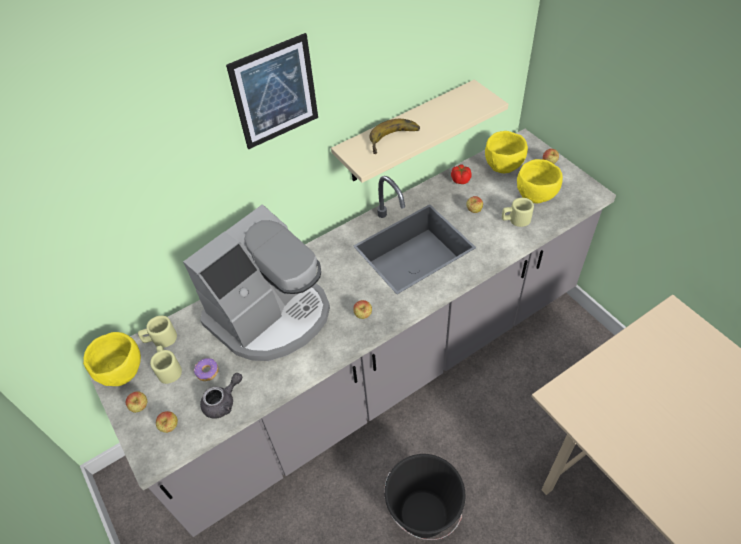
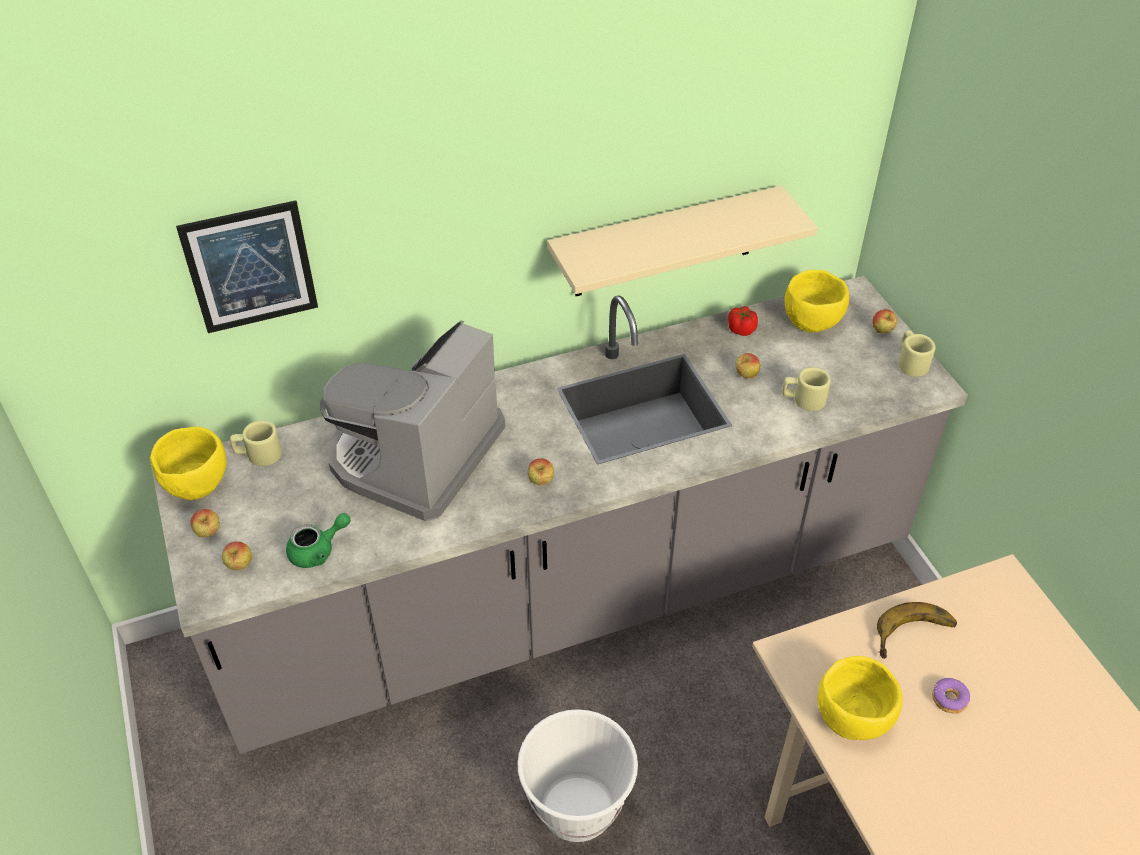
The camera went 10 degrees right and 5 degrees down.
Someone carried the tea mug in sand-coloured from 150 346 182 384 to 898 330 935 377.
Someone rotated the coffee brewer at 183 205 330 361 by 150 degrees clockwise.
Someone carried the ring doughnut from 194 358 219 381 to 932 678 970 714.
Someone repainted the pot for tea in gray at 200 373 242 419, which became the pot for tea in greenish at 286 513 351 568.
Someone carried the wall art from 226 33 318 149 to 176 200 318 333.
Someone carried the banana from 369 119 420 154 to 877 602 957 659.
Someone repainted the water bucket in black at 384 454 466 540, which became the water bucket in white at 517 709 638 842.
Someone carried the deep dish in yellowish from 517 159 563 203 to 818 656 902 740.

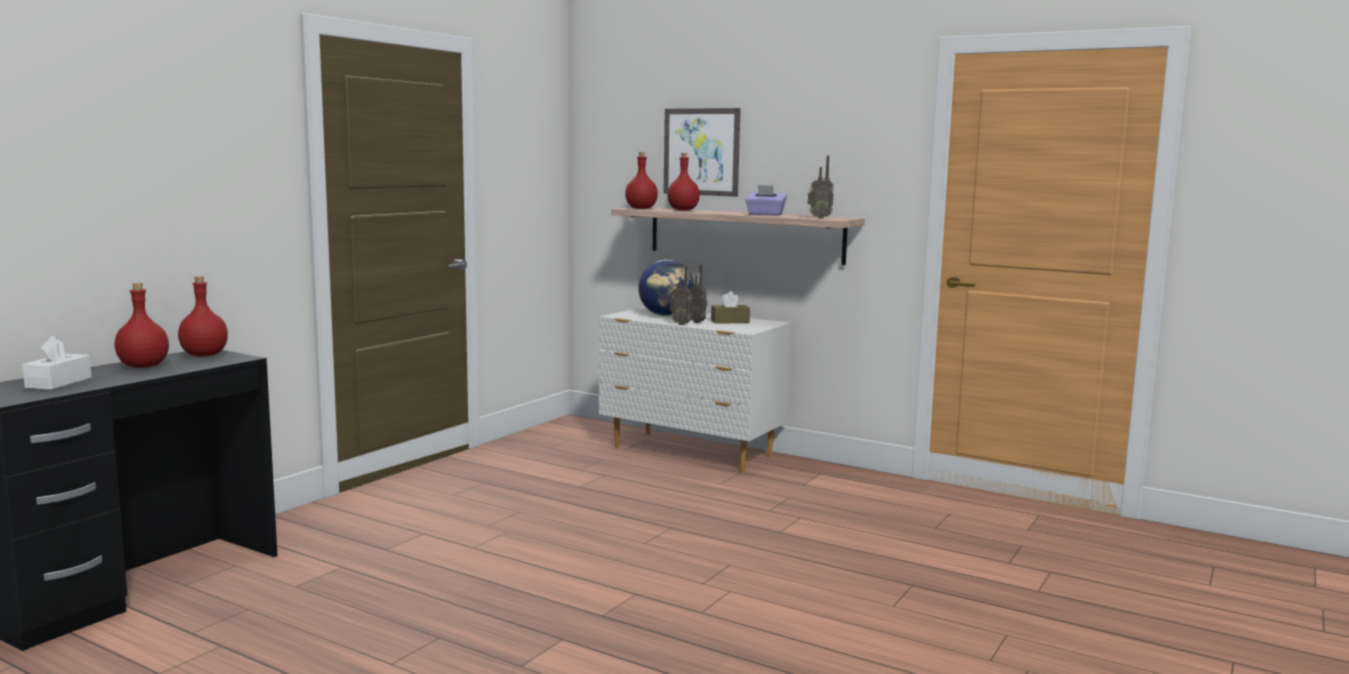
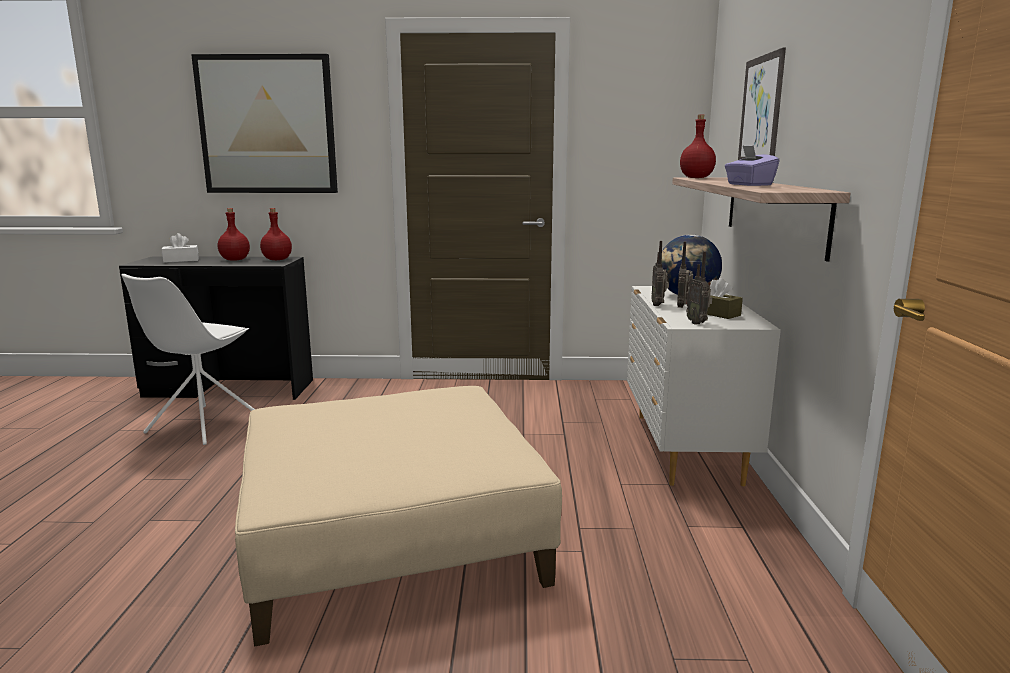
The camera went 60 degrees right and 5 degrees up.
Someone took away the bottle in reddish at 667 153 700 210.
Someone carried the radio set from 807 155 834 219 to 686 251 712 325.
Someone put down the plain chair in white at 121 274 255 445.
Someone put up the wall art at 191 54 338 193.
Someone put down the ottoman in sand-coloured at 235 386 562 646.

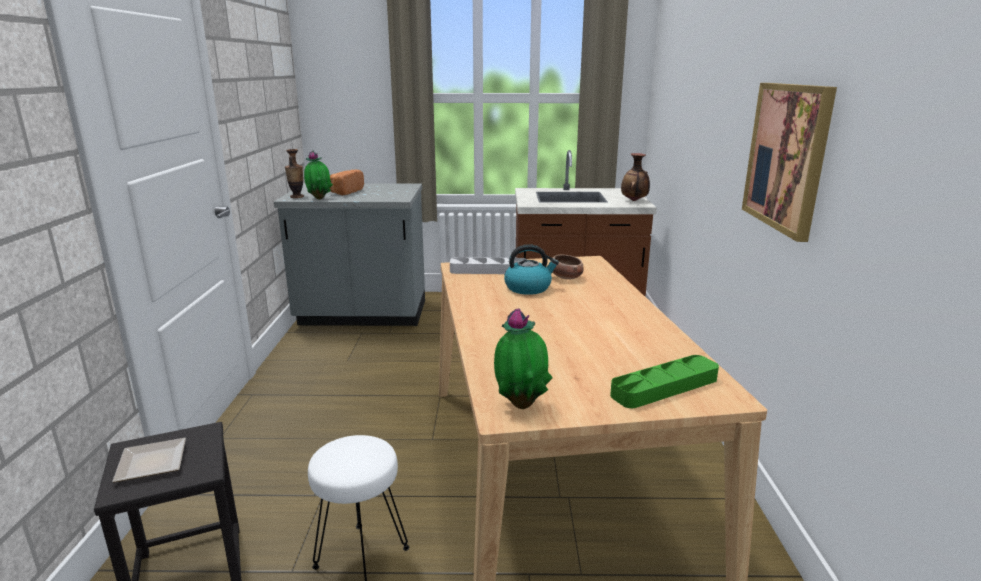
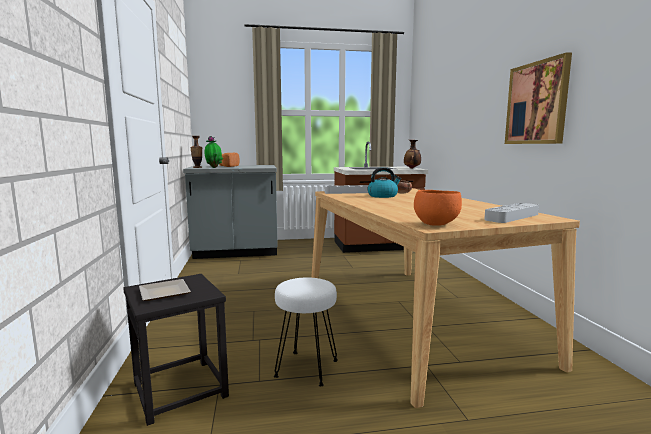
The camera went 10 degrees left and 10 degrees down.
Someone swapped the houseplant at 494 309 553 409 for the deep dish in orange-coloured at 414 190 462 226.
Someone repainted the tray in greenish at 610 355 719 408, which became the tray in gray at 484 203 539 223.

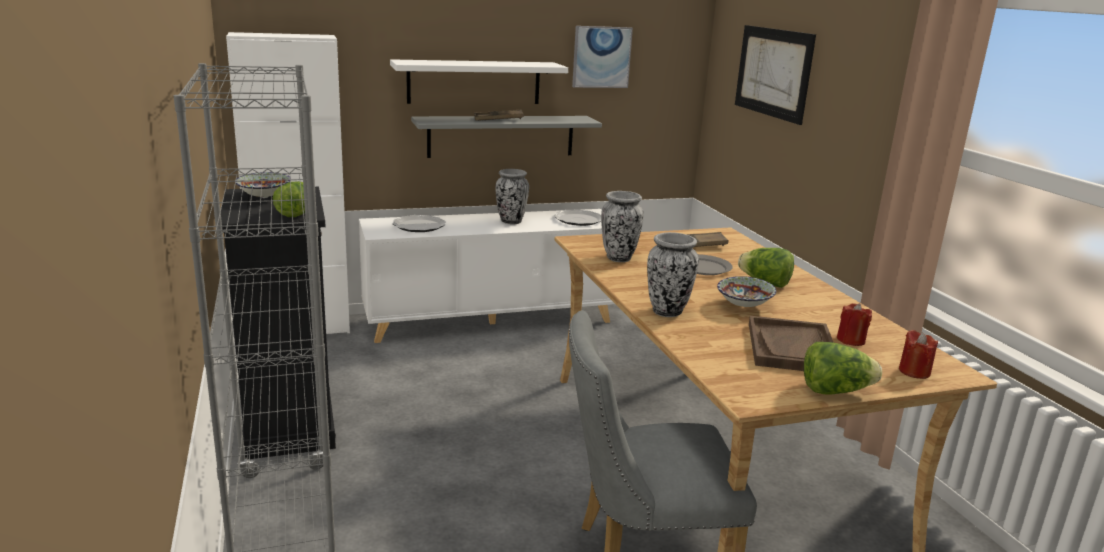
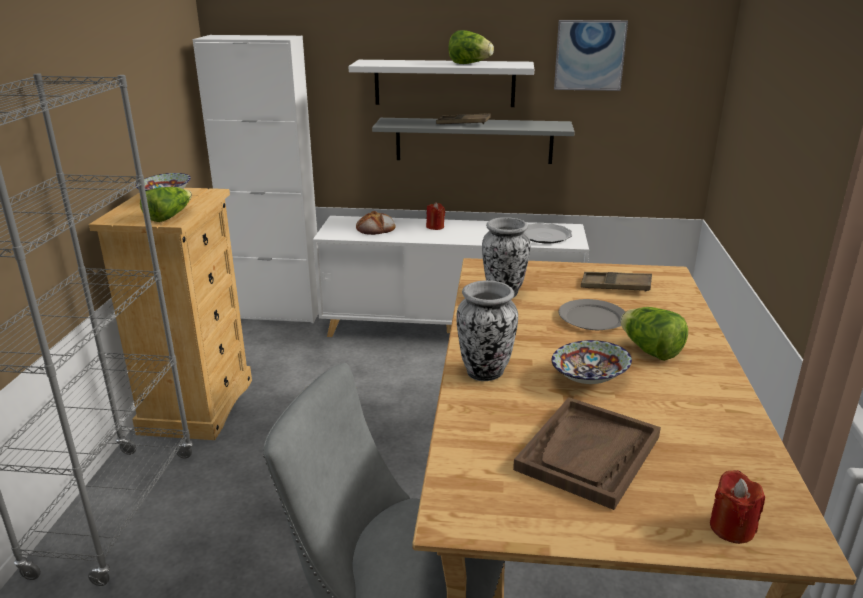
The camera went 25 degrees right and 5 degrees up.
Someone repainted the drawer chest in black at 221 187 336 459, which became the drawer chest in sand-coloured at 89 188 252 440.
Someone swapped the flat dish at 392 215 446 232 for the baked bread at 356 211 395 235.
Someone took away the vase at 495 169 529 224.
Someone took away the wall art at 735 25 816 125.
Someone carried the lettuce from 804 342 882 395 to 448 30 494 64.
Someone carried the candle in reddish from 837 303 872 346 to 426 202 445 230.

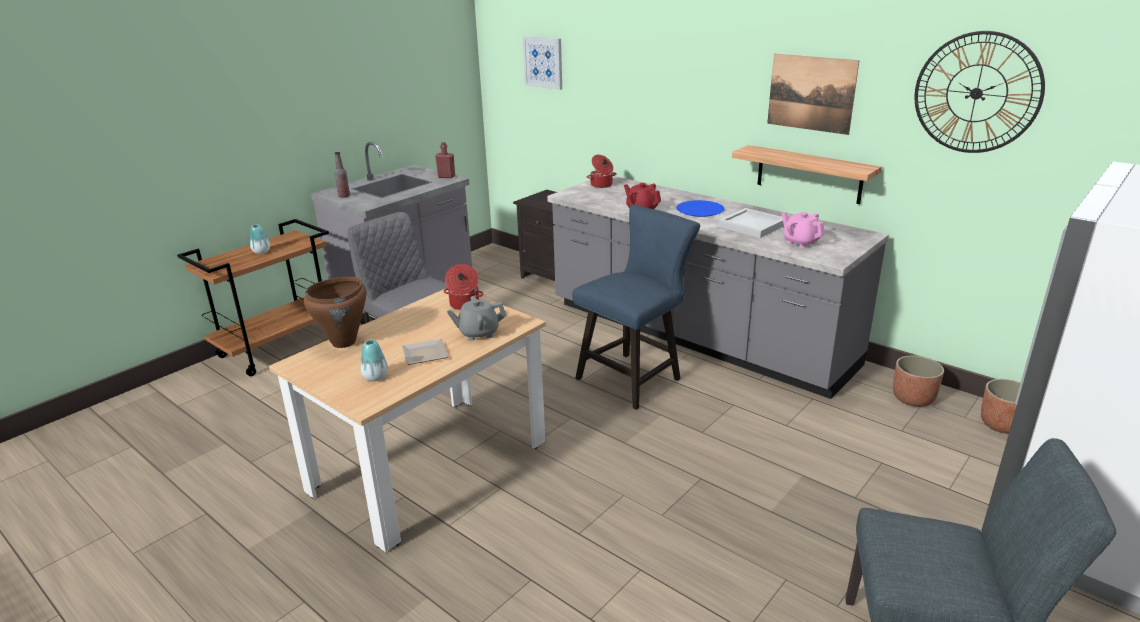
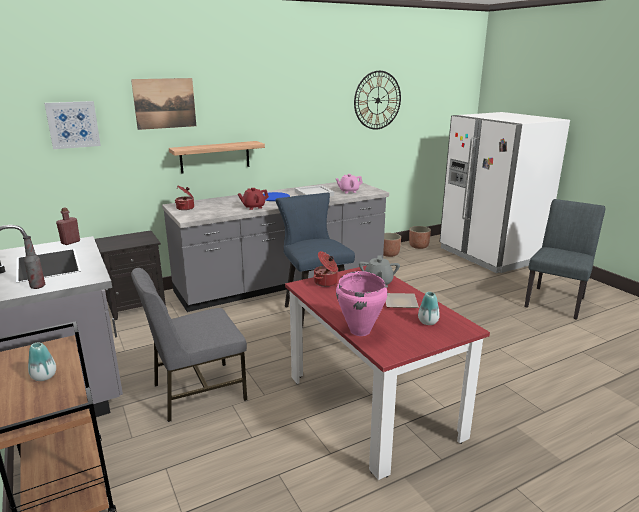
The camera went 70 degrees left and 5 degrees down.
Someone repainted the dining table in sand-coloured at 269 289 546 552, which became the dining table in reddish at 285 266 490 480.
Someone repainted the stockpot in brown-coloured at 304 277 366 348, which became the stockpot in pink at 336 271 388 336.
Someone carried the wall shelf from 732 145 882 204 to 169 141 265 174.
Someone carried the wall art from 767 54 859 135 to 131 78 196 130.

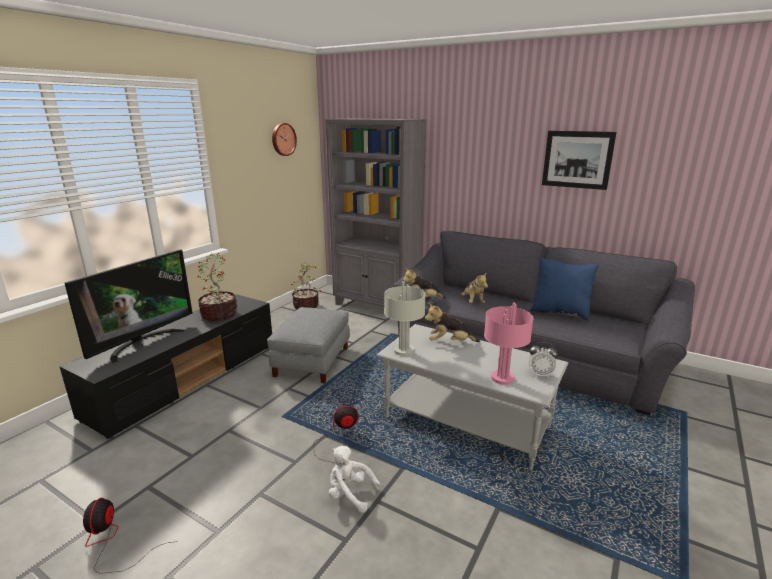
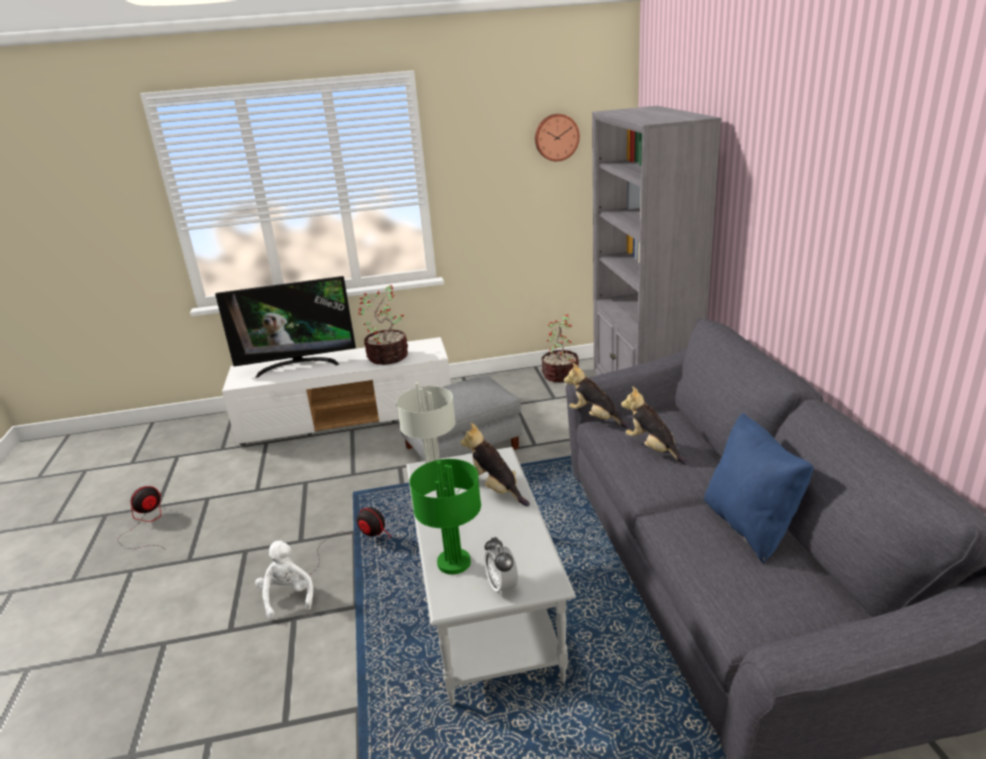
The camera went 50 degrees right and 5 degrees up.
Someone repainted the media console in black at 59 294 272 439, which became the media console in white at 222 337 451 445.
Someone rotated the soft toy at 461 272 488 303 by 105 degrees clockwise.
Someone repainted the tabletop lamp in pink at 484 303 534 385, which became the tabletop lamp in greenish at 409 459 481 574.
Someone took away the wall art at 542 131 616 190.

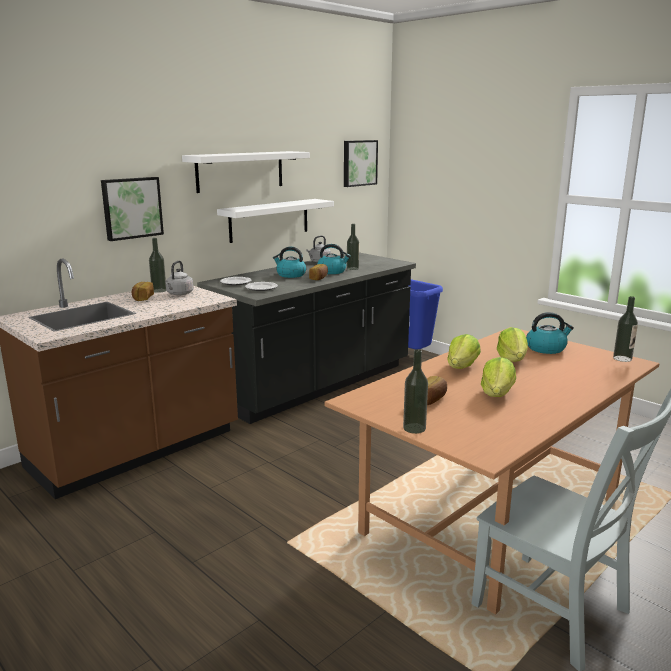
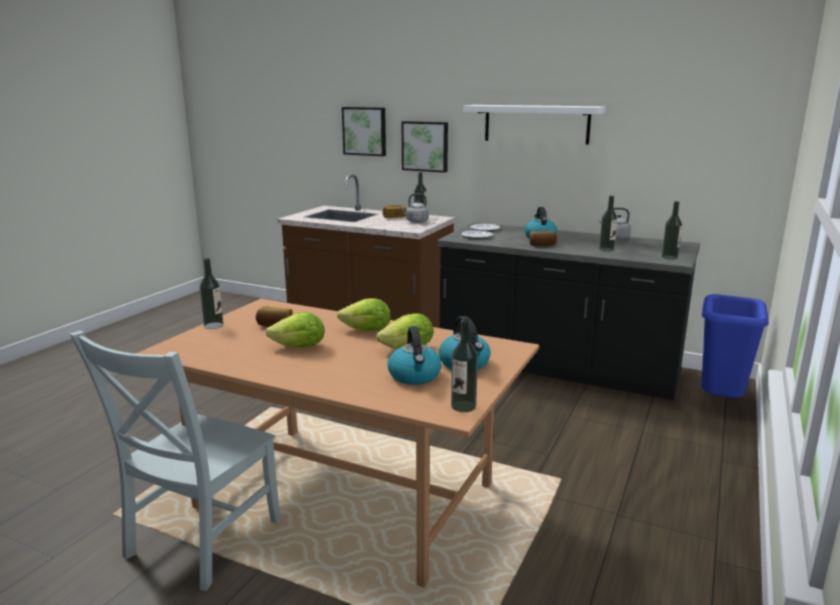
The camera went 70 degrees right and 0 degrees up.
Someone took away the wall shelf in white at 217 199 334 243.
Someone carried the tea kettle from 317 244 351 274 to 388 326 442 385.
Someone carried the wall art from 344 140 378 187 to 342 107 386 156.
Someone put down the bottle at 662 201 682 260.

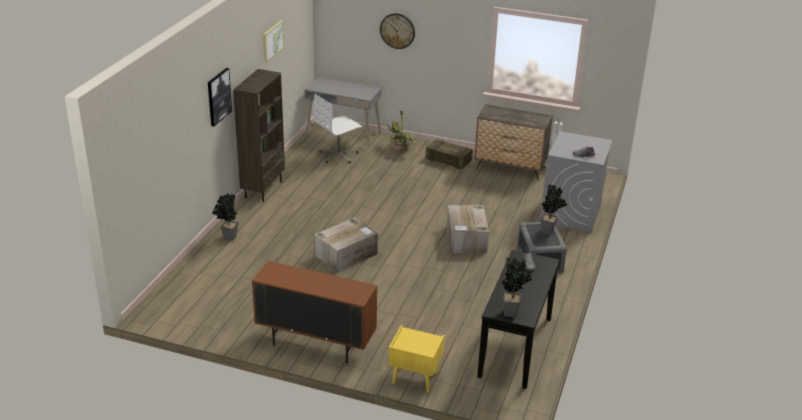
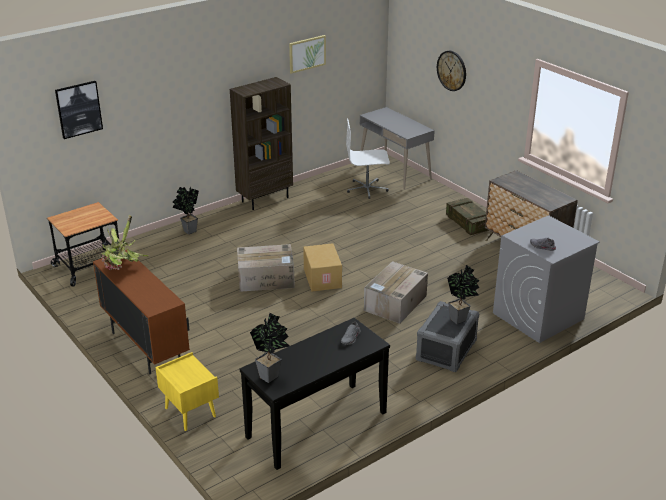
The camera went 35 degrees right and 0 degrees up.
Someone carried the wall art from 208 68 232 126 to 55 81 103 139.
Someone carried the houseplant from 387 111 417 151 to 101 215 149 270.
Someone put down the cart at 47 202 120 286.
Someone put down the carton at 303 243 342 292.

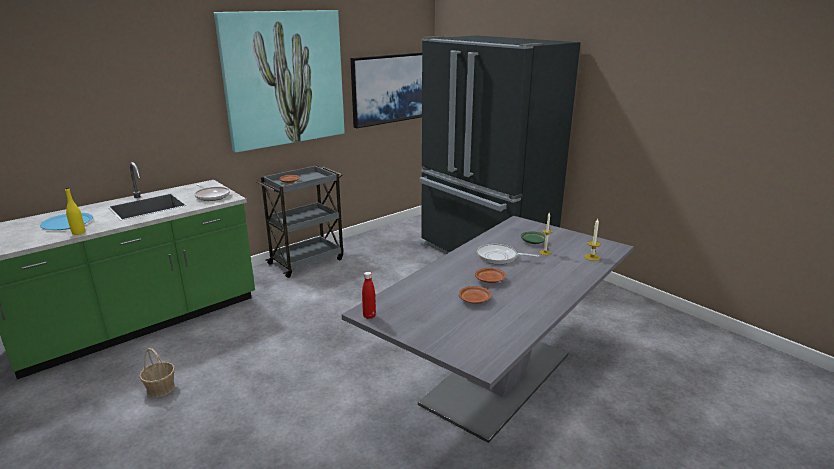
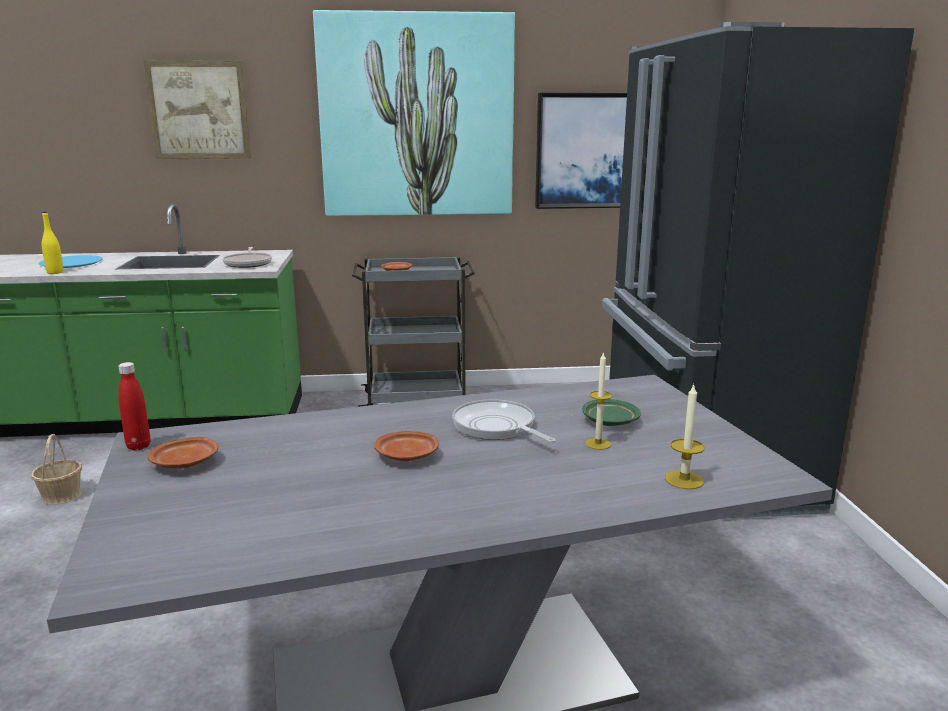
The camera went 35 degrees right and 5 degrees down.
Someone carried the flat dish in brown-coloured from 459 286 491 304 to 148 437 219 469.
Someone put up the wall art at 143 60 251 159.

